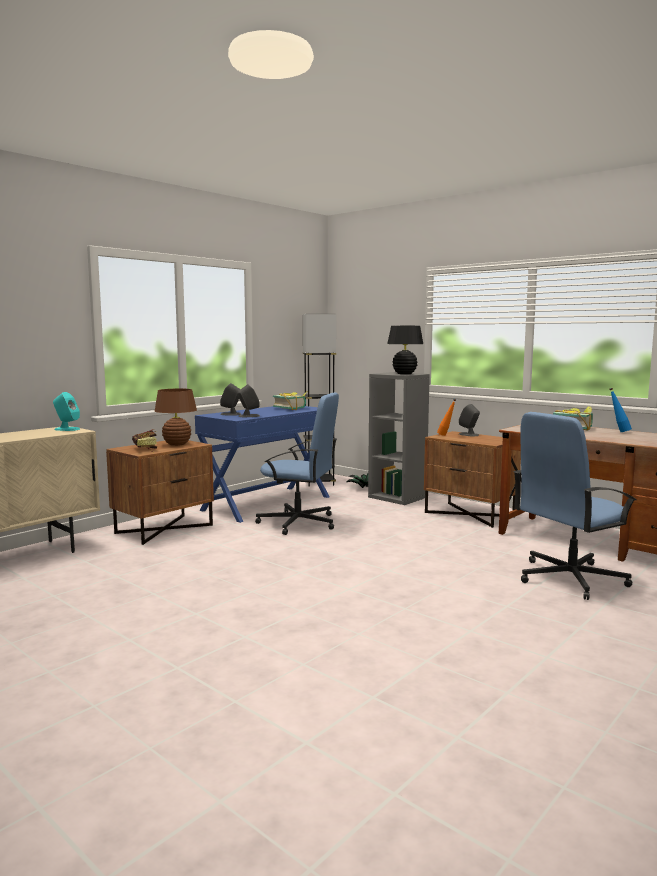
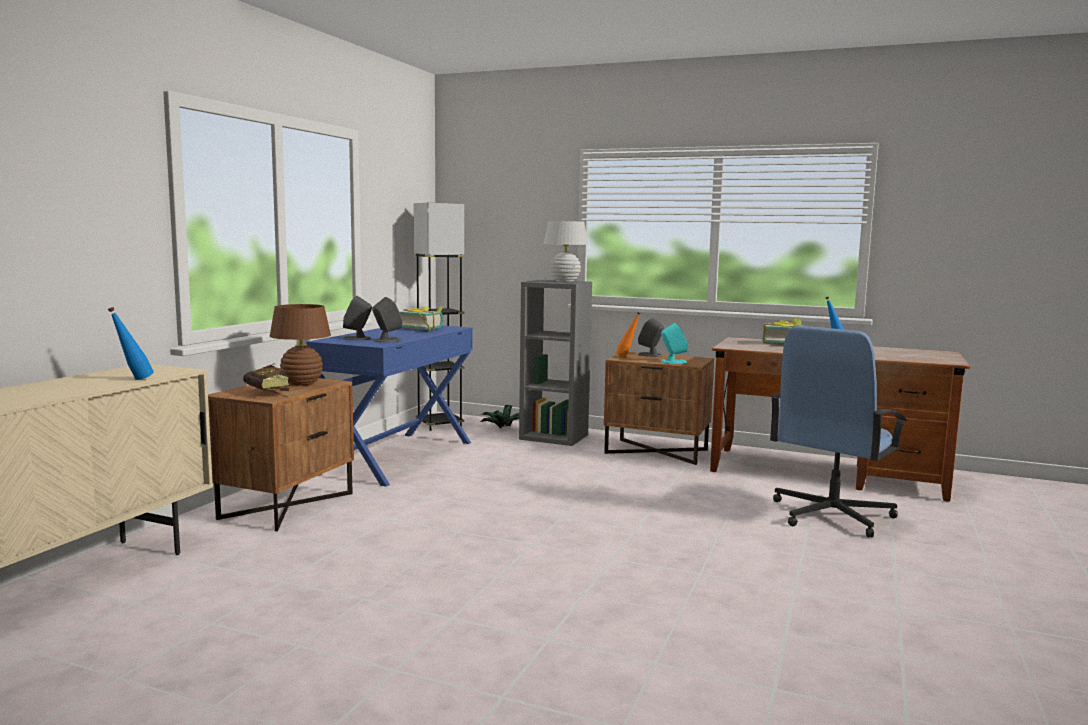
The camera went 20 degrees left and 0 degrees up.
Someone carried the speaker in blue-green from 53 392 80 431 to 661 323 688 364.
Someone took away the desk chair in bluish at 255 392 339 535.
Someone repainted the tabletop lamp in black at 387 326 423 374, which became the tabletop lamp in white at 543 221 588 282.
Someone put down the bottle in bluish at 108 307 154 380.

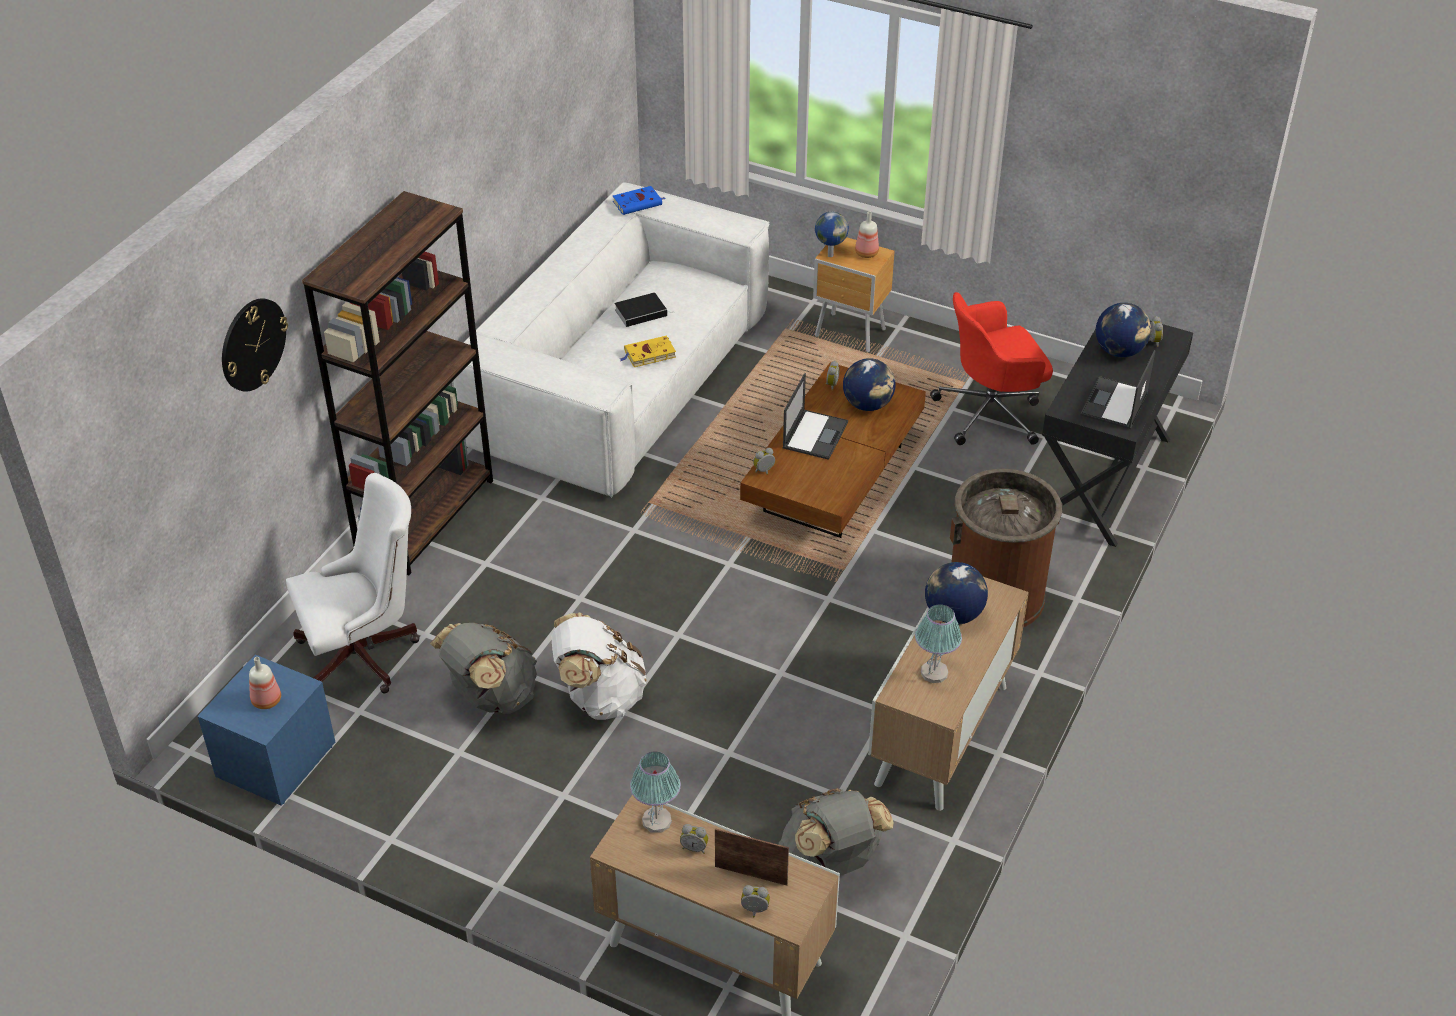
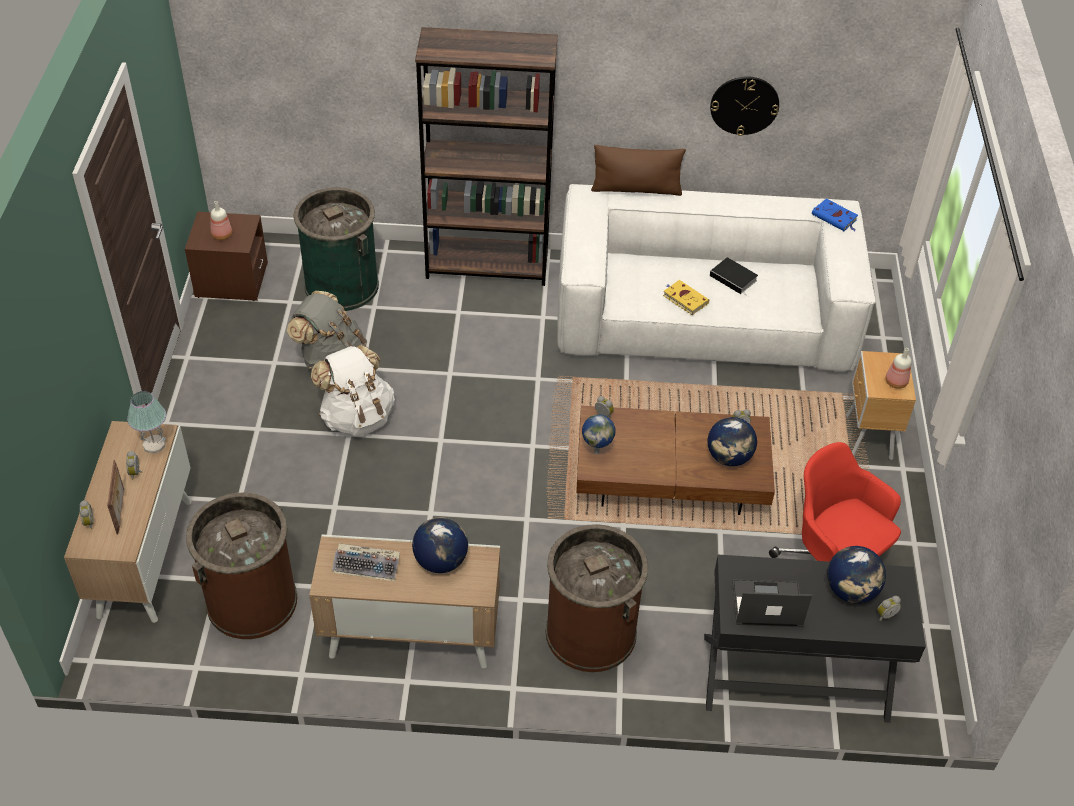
The camera went 65 degrees right and 5 degrees up.
Someone repainted the bedside table in bluish at 197 655 335 806, which became the bedside table in brown-coloured at 185 212 268 301.
Someone carried the hanging clock from 222 298 288 391 to 710 76 779 136.
Someone swapped the desk chair in white at 286 473 420 693 for the rubbish bin in greenish at 293 187 379 311.
Someone swapped the rucksack in gray at 779 788 894 876 for the rubbish bin in brown-coloured at 186 493 297 639.
Someone took away the laptop at 782 373 848 460.
Someone carried the desk globe from 815 212 849 257 to 582 414 615 454.
Someone swapped the tabletop lamp at 915 605 962 683 for the computer keyboard at 332 543 400 581.
Someone put down the pillow in brown-coloured at 591 145 686 196.

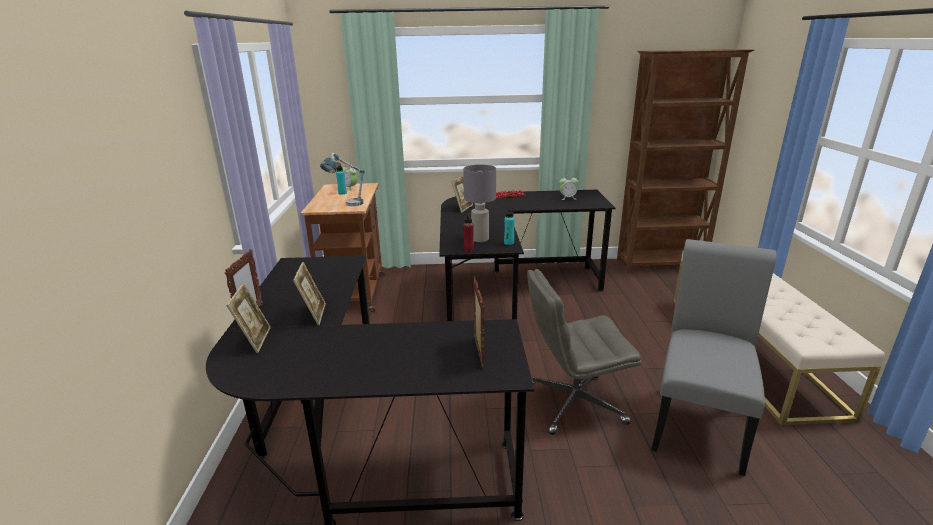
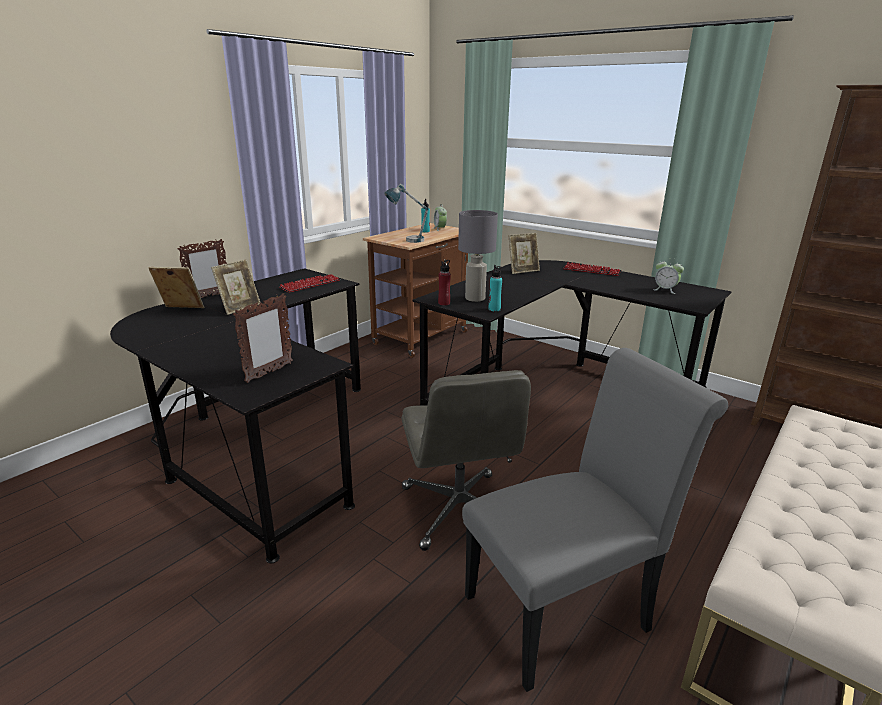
The camera went 40 degrees right and 0 degrees up.
Someone rotated the photo frame at 227 283 271 353 by 120 degrees counterclockwise.
Someone rotated the desk chair in gray at 527 269 641 435 by 135 degrees counterclockwise.
Someone put down the computer keyboard at 279 274 340 293.

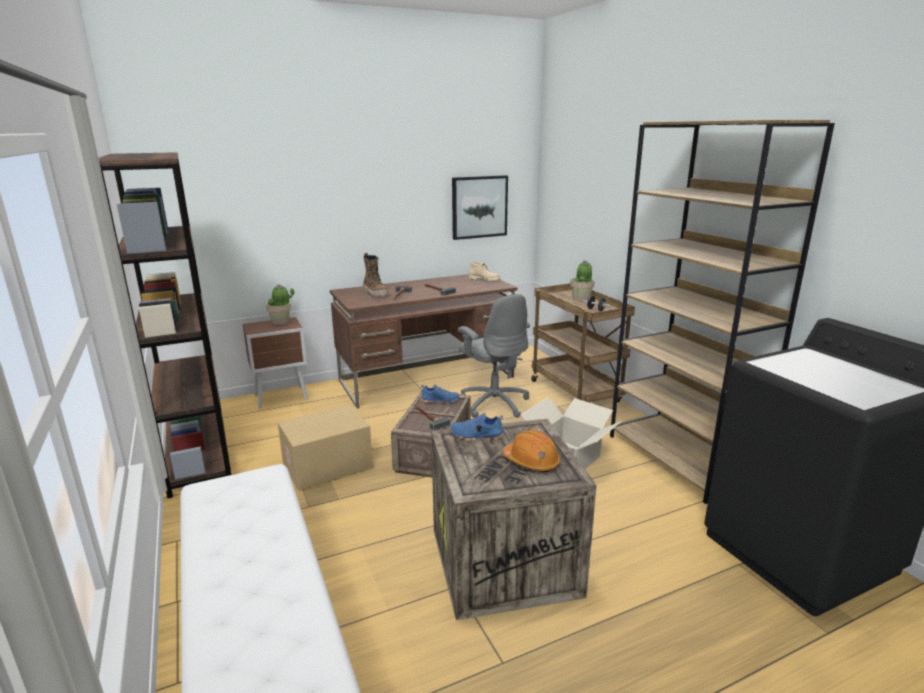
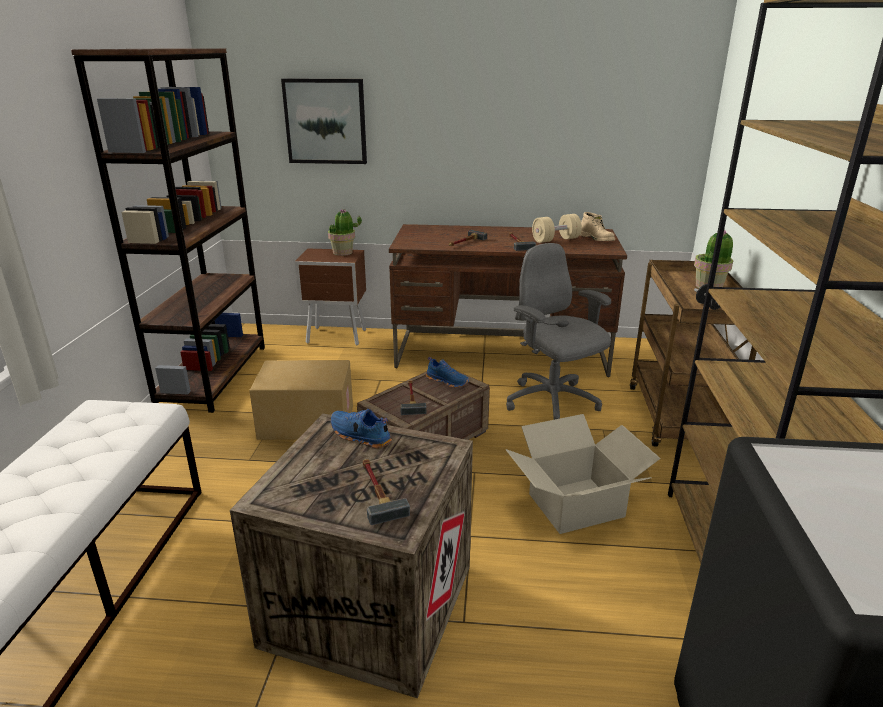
The camera went 30 degrees right and 5 degrees up.
Someone took away the tall boot at 363 253 388 297.
Someone carried the wall art from 452 175 508 240 to 281 79 367 164.
Someone rotated the desk chair in gray at 457 294 530 418 by 150 degrees clockwise.
Someone swapped the safety helmet in orange-coloured at 503 430 561 472 for the hammer at 363 459 410 525.
Someone put down the free weight in sand-coloured at 532 214 582 243.

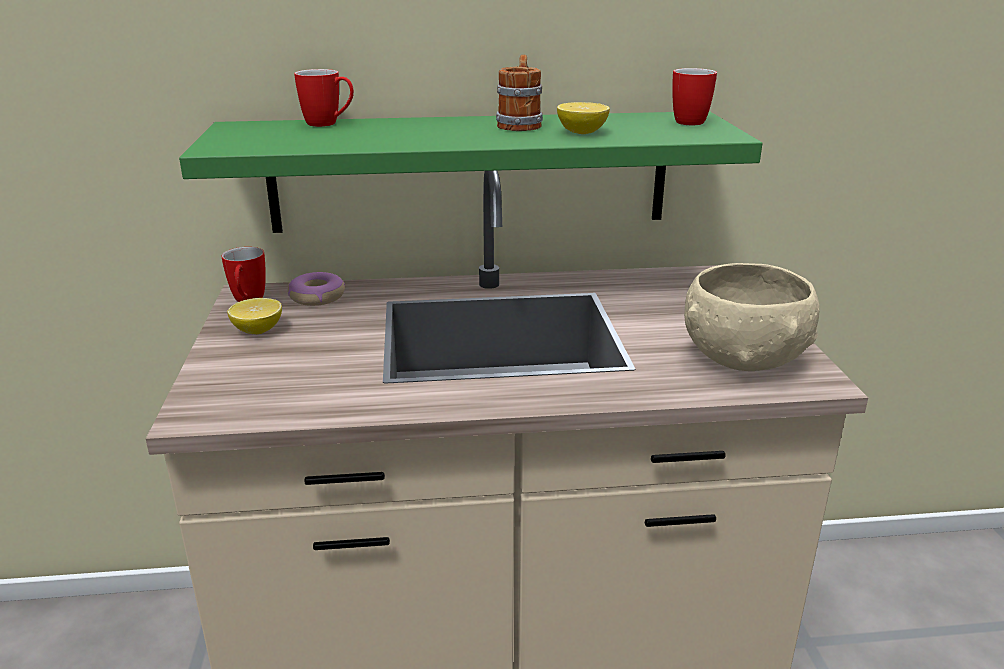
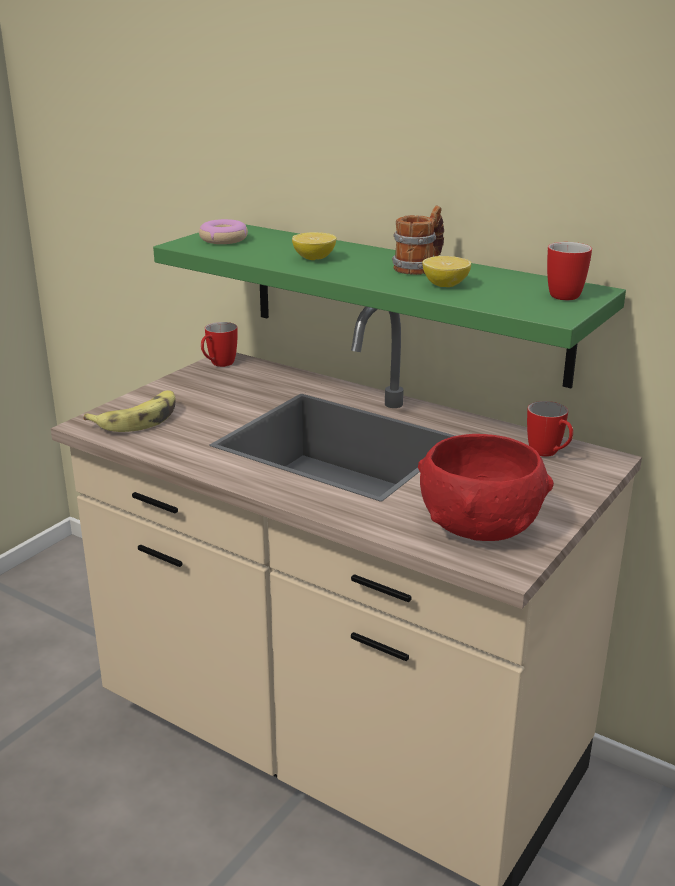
The camera went 40 degrees right and 0 degrees up.
Someone carried the whole lemon from 227 298 282 334 to 292 232 337 260.
Someone carried the ring doughnut from 288 272 345 306 to 199 219 248 244.
Someone carried the tea mug from 294 69 354 127 to 527 401 573 457.
Someone repainted the deep dish in sand-coloured at 684 263 820 371, which became the deep dish in reddish at 418 434 554 541.
Someone put down the banana at 84 390 176 432.

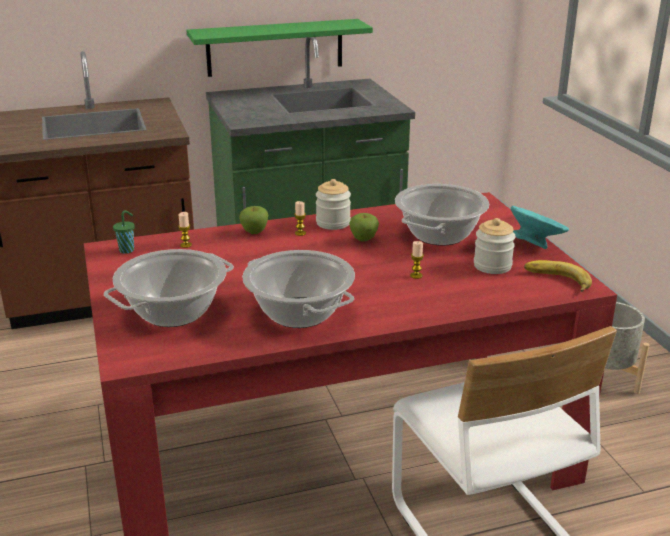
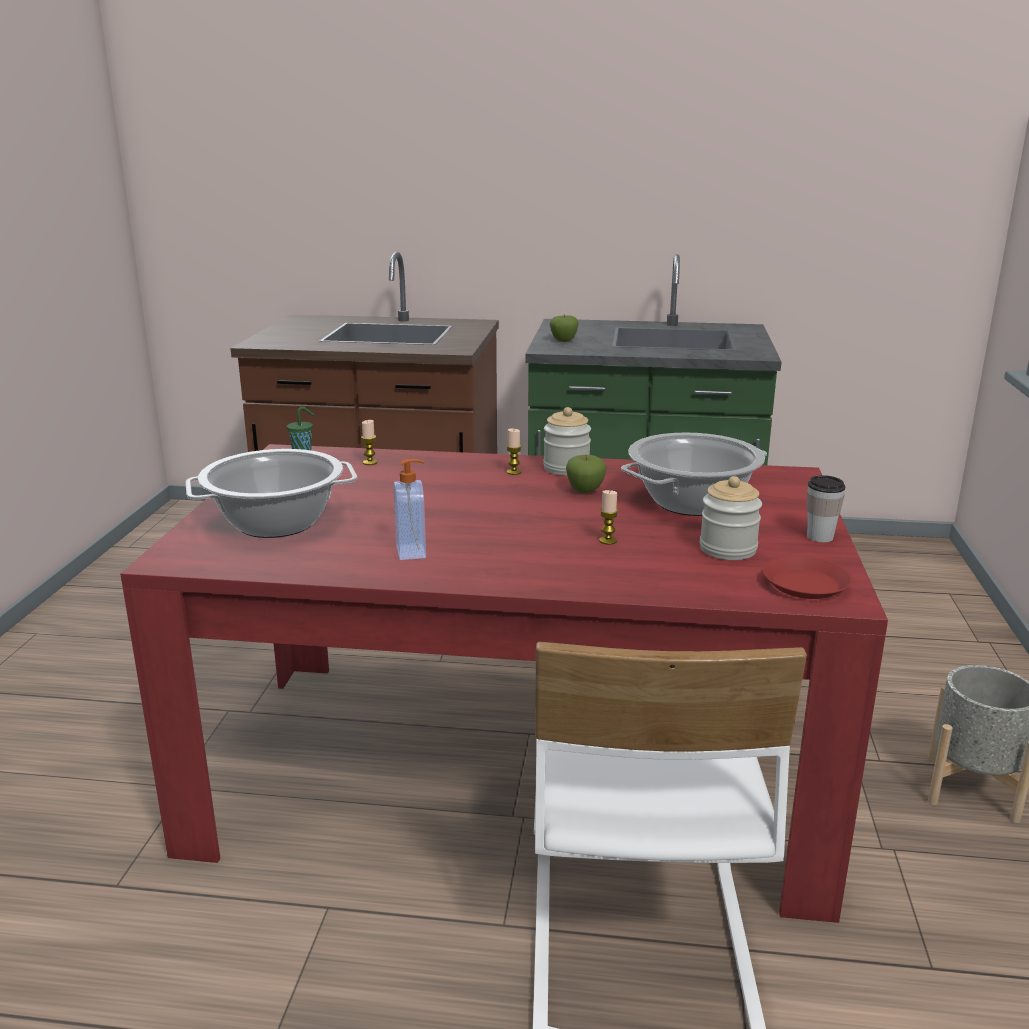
The camera went 25 degrees right and 5 degrees down.
Someone took away the wall shelf in greenish at 186 19 373 77.
Someone carried the apple fruit from 239 206 268 234 to 550 315 579 342.
Someone swapped the stockpot at 242 250 355 328 for the liquid soap bottle at 393 459 426 560.
Someone swapped the deep dish in blue-green at 511 206 569 249 for the cup at 807 475 845 542.
Someone swapped the banana at 524 260 592 292 for the flat dish in reddish at 763 556 852 599.

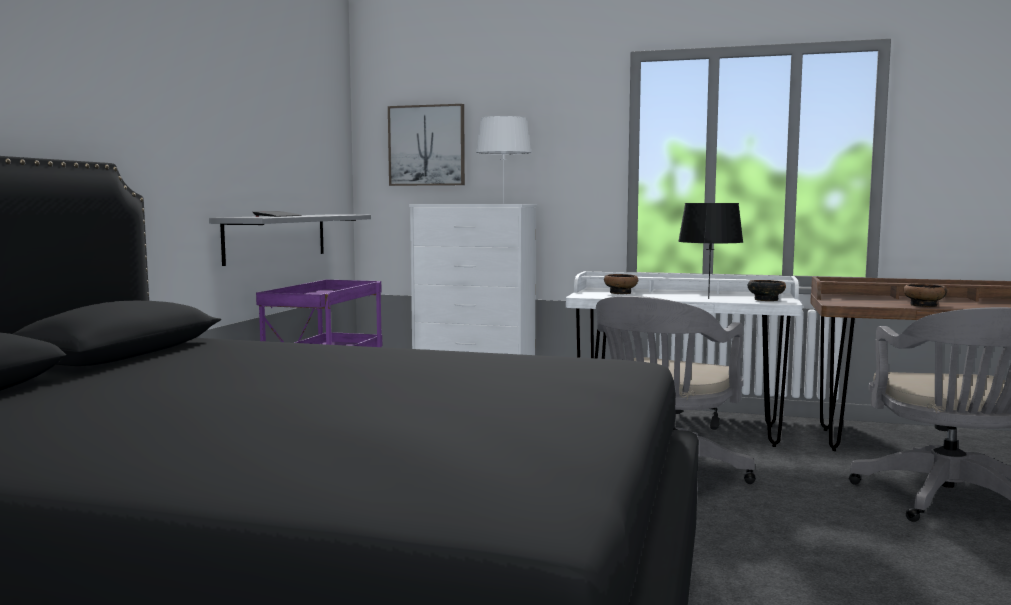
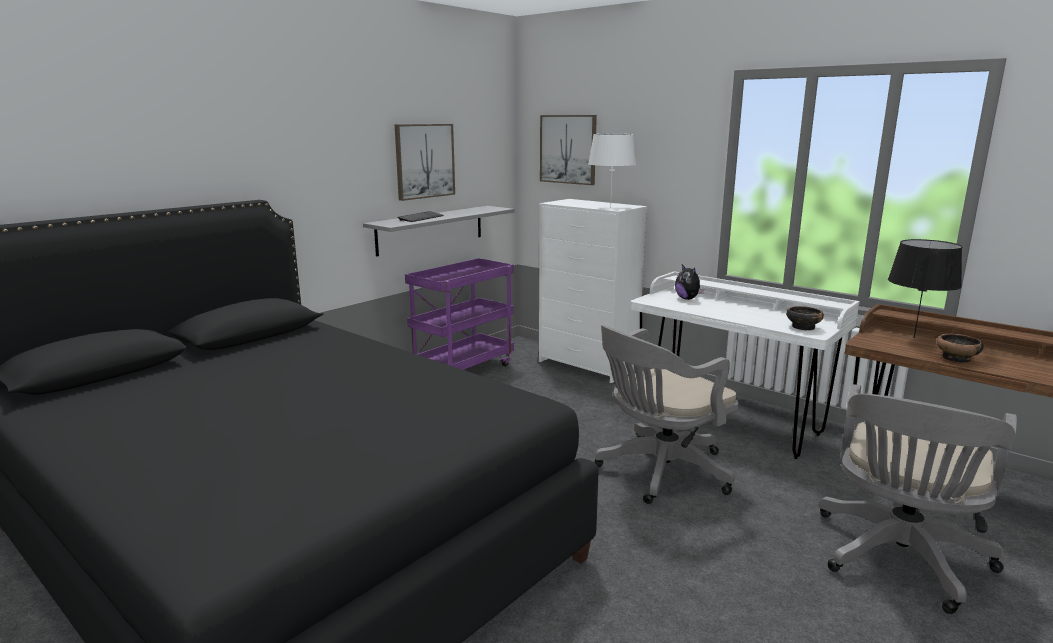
The camera went 25 degrees right and 10 degrees up.
Someone swapped the deep dish at 604 274 638 294 for the soft toy at 675 264 704 300.
Someone carried the tabletop lamp in black from 678 203 743 299 to 888 239 962 338.
Someone put up the wall art at 395 124 455 201.

